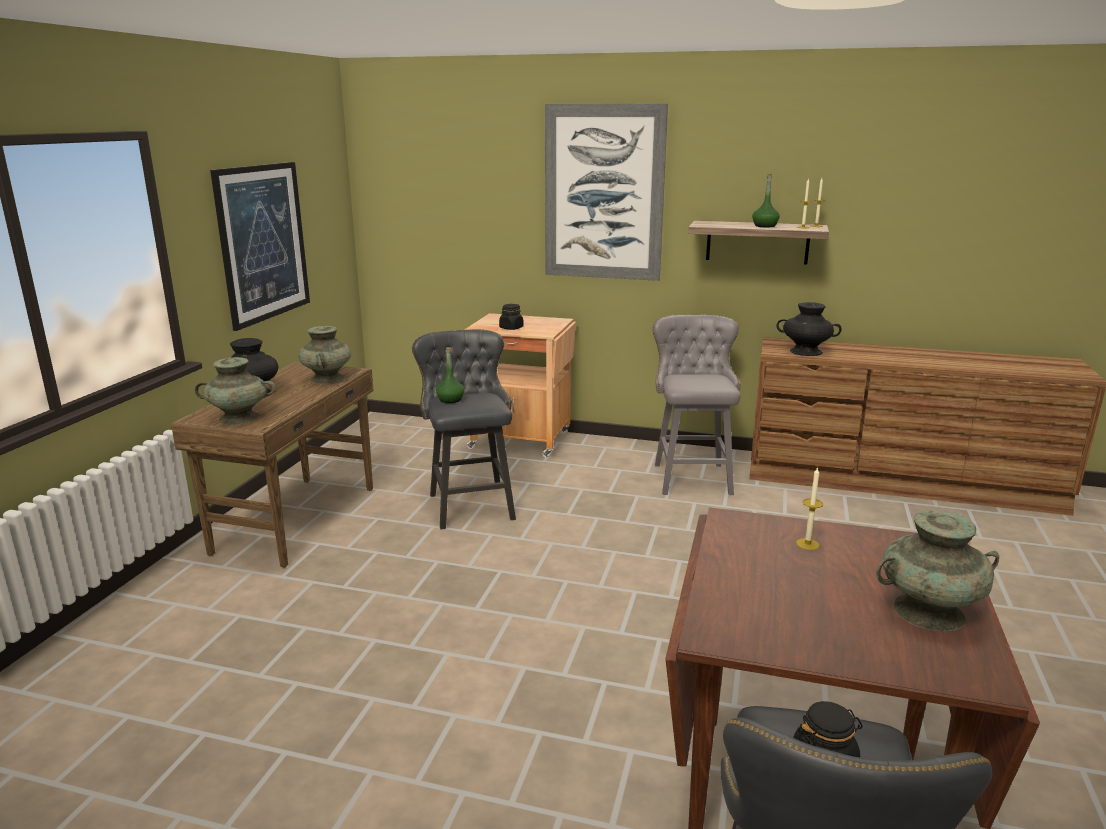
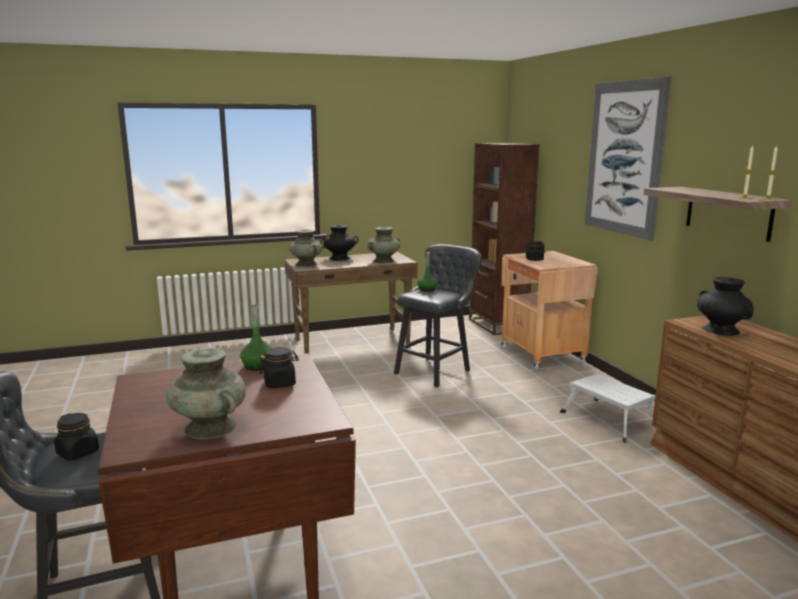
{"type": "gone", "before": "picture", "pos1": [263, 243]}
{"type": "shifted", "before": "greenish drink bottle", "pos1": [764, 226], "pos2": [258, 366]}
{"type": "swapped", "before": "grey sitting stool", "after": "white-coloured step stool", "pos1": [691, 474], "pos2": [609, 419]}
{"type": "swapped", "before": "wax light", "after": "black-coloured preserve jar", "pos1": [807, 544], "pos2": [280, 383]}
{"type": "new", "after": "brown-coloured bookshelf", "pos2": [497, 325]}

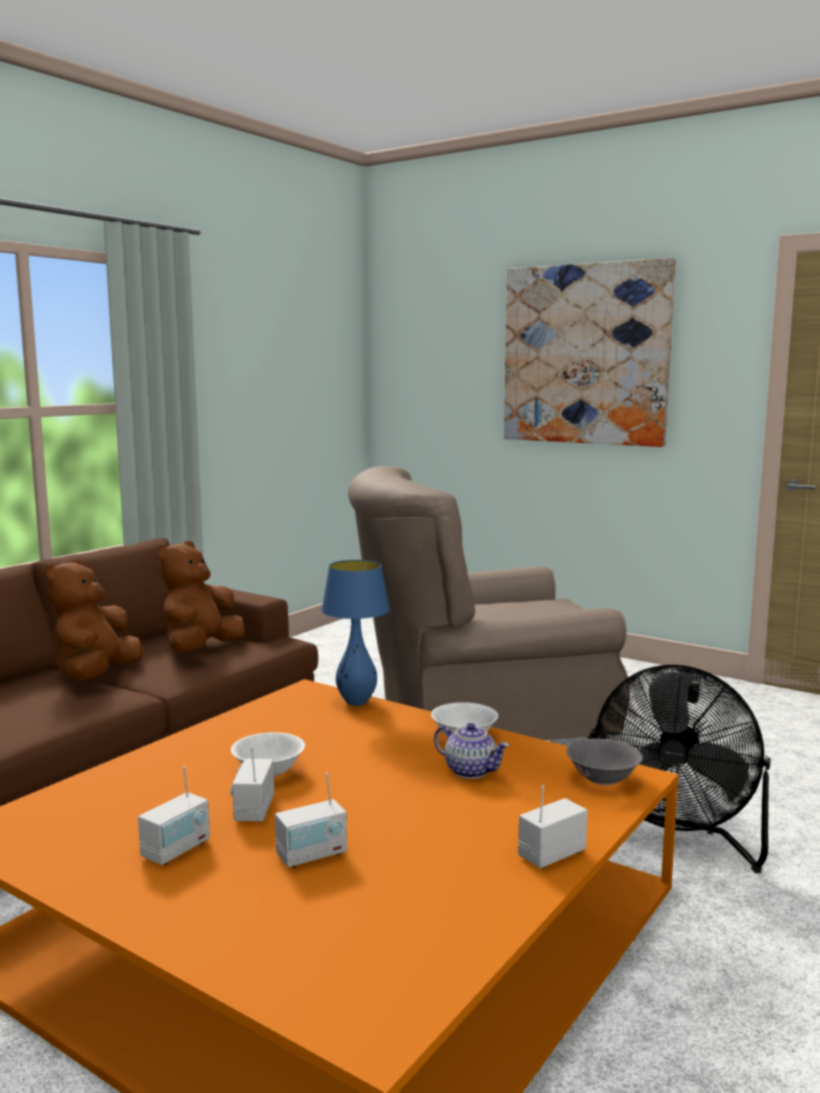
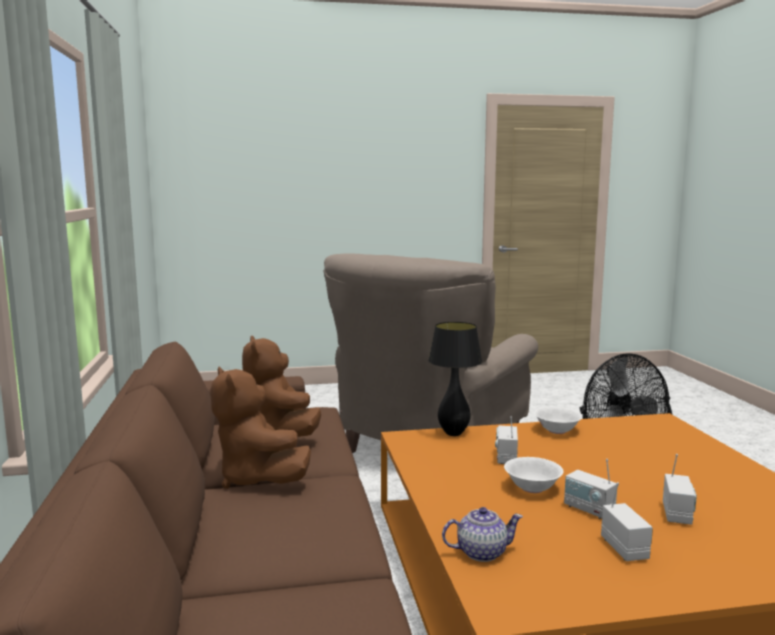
{"type": "gone", "before": "picture", "pos1": [585, 354]}
{"type": "repainted", "before": "blue-coloured table lamp", "after": "black-coloured table lamp", "pos1": [356, 702], "pos2": [453, 433]}
{"type": "shifted", "before": "pot for tea", "pos1": [470, 771], "pos2": [481, 552]}
{"type": "gone", "before": "grey bowl", "pos1": [603, 779]}
{"type": "shifted", "before": "radio set", "pos1": [551, 854], "pos2": [506, 458]}

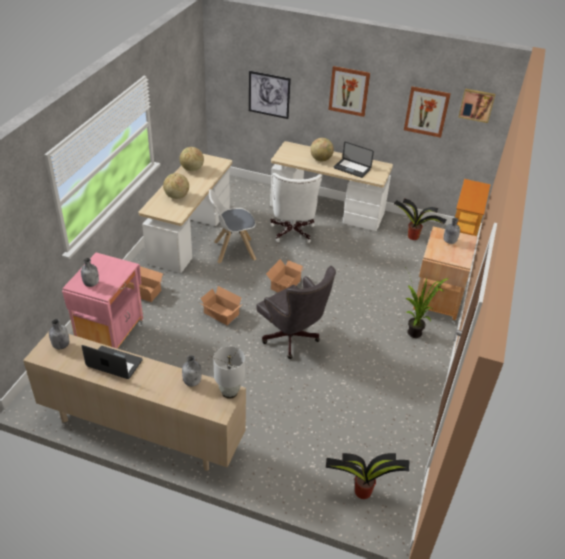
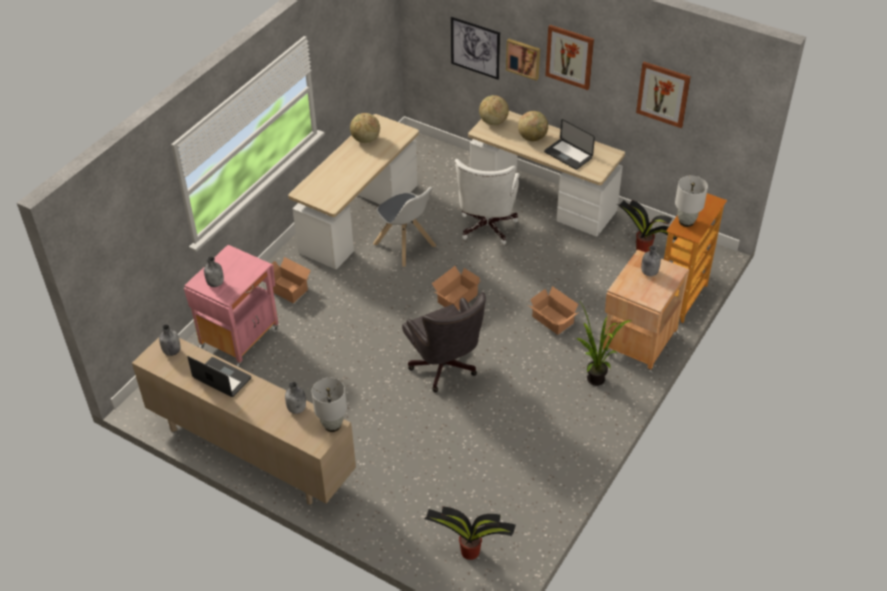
{"type": "shifted", "before": "picture", "pos1": [476, 105], "pos2": [523, 58]}
{"type": "shifted", "before": "globe", "pos1": [176, 196], "pos2": [493, 122]}
{"type": "rotated", "before": "plain chair", "pos1": [233, 251], "pos2": [405, 246], "turn": -135}
{"type": "shifted", "before": "carton", "pos1": [221, 315], "pos2": [552, 321]}
{"type": "new", "after": "white-coloured table lamp", "pos2": [686, 222]}

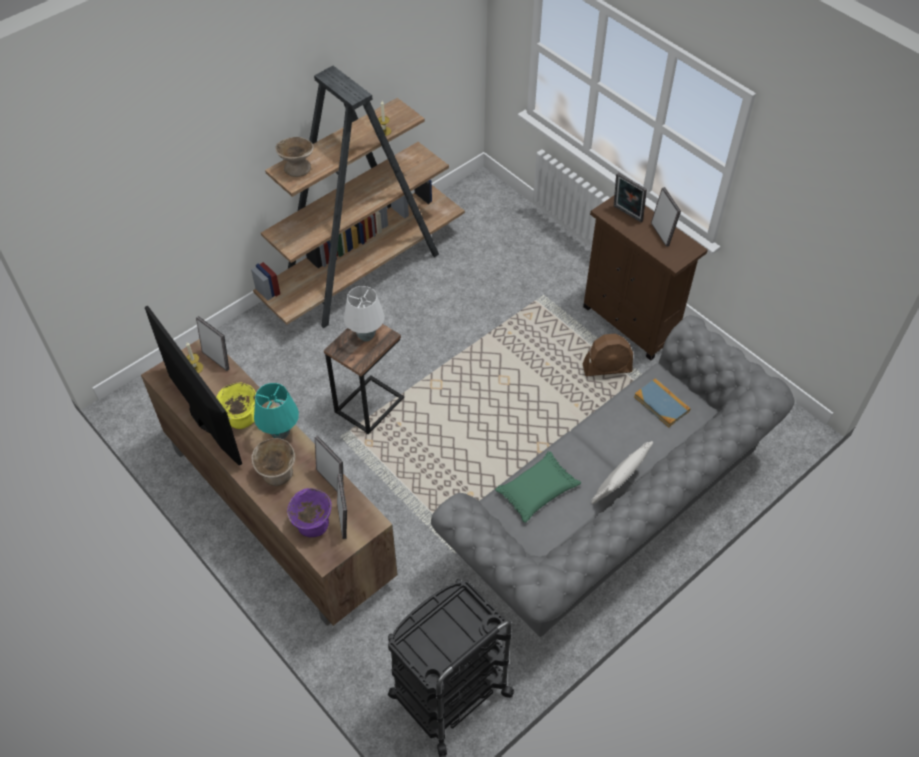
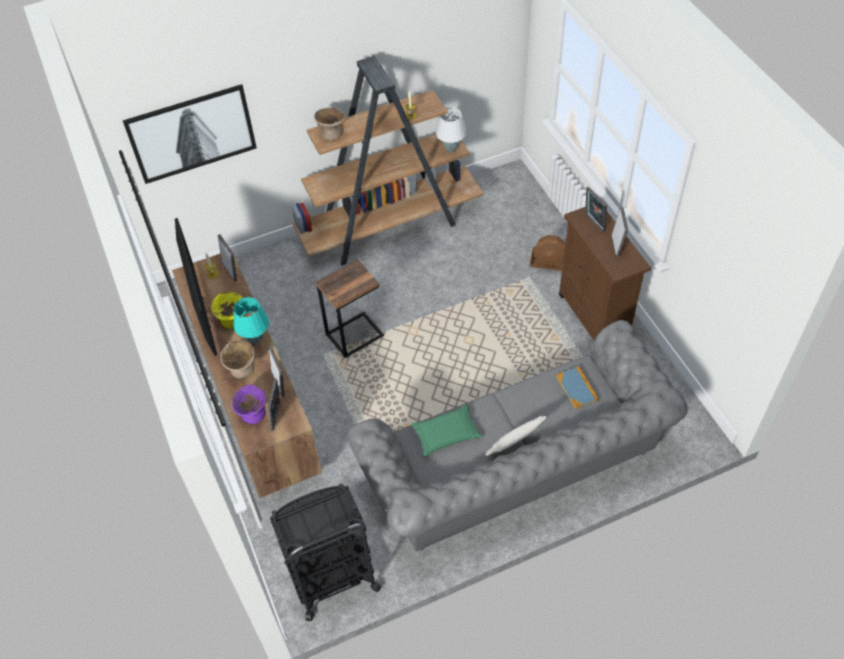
{"type": "shifted", "before": "white-coloured table lamp", "pos1": [366, 336], "pos2": [451, 149]}
{"type": "shifted", "before": "brown-coloured electric fan", "pos1": [607, 368], "pos2": [549, 264]}
{"type": "new", "after": "picture", "pos2": [192, 134]}

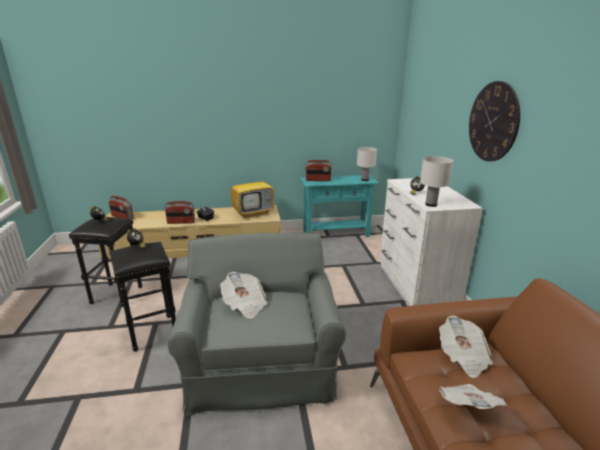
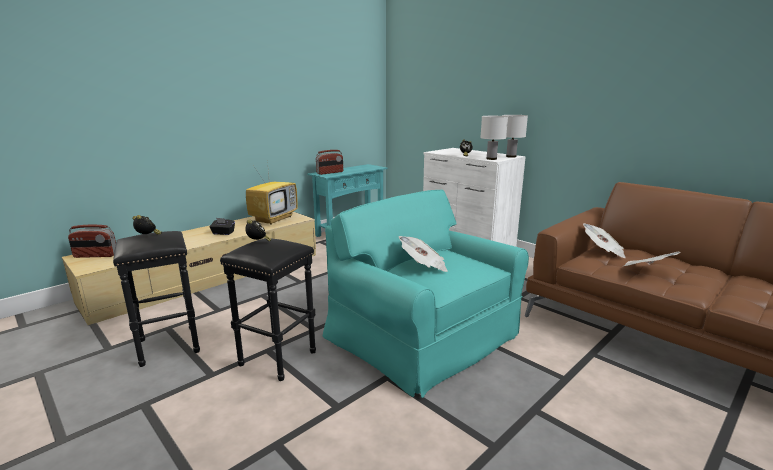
{"type": "gone", "before": "clock on the wall", "pos1": [493, 122]}
{"type": "shifted", "before": "white-coloured table lamp", "pos1": [365, 179], "pos2": [511, 156]}
{"type": "gone", "before": "radio set", "pos1": [181, 222]}
{"type": "repainted", "before": "grey easy chair", "after": "turquoise easy chair", "pos1": [261, 361], "pos2": [423, 335]}

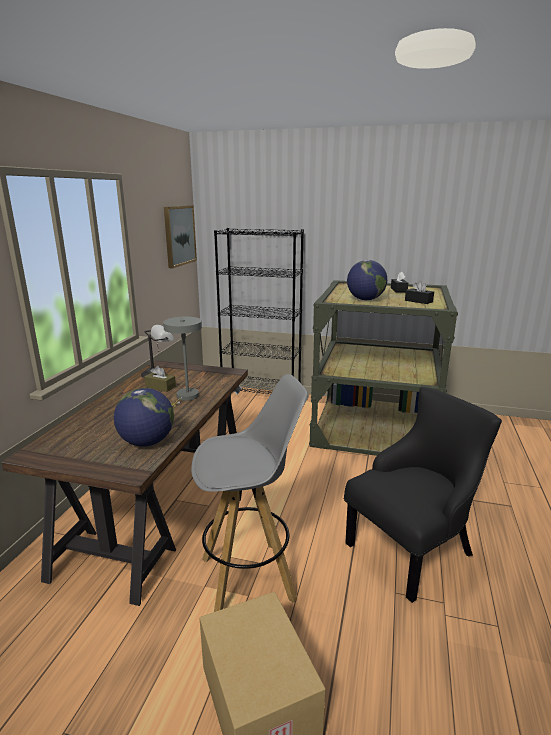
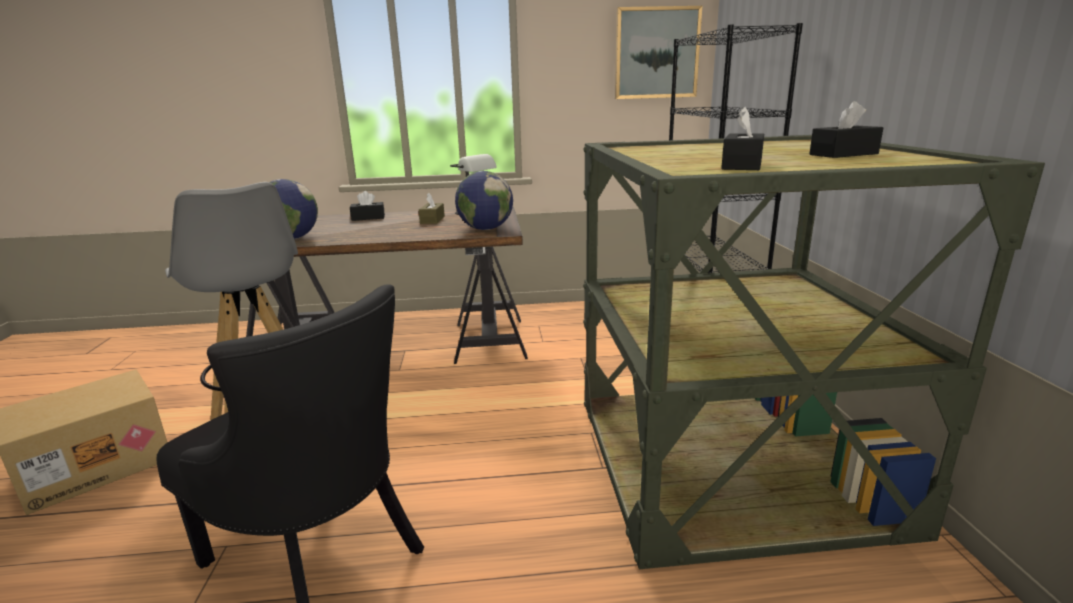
{"type": "shifted", "before": "globe", "pos1": [365, 299], "pos2": [485, 229]}
{"type": "gone", "before": "grey table lamp", "pos1": [185, 398]}
{"type": "new", "after": "black-coloured tissue box", "pos2": [368, 218]}

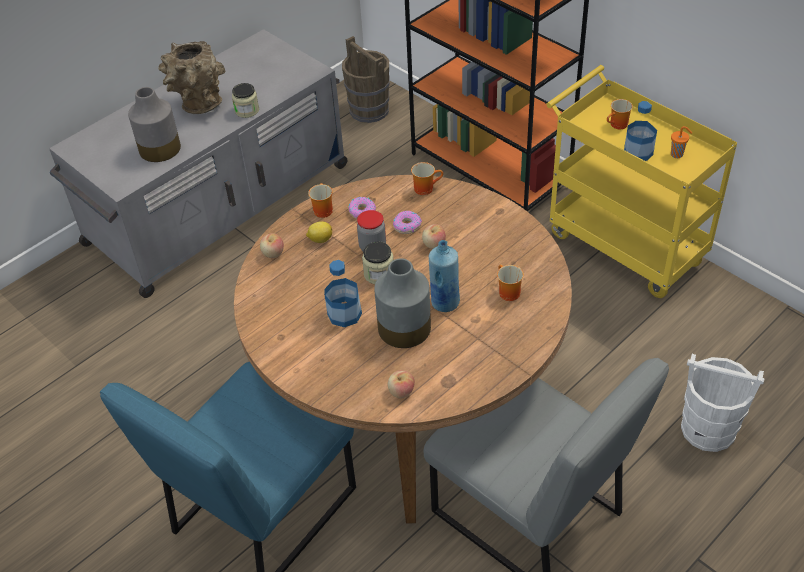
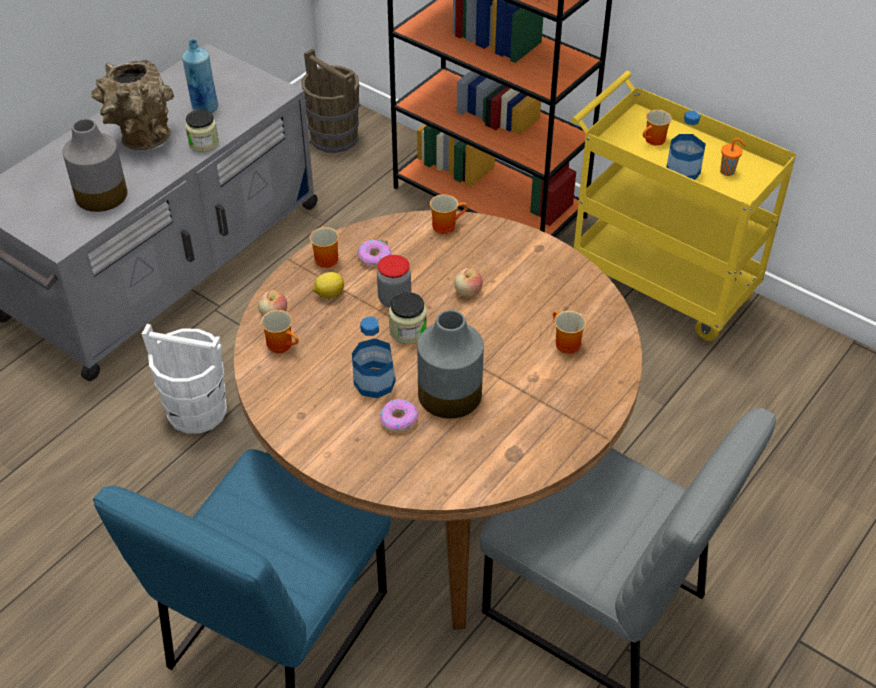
{"type": "shifted", "before": "donut", "pos1": [407, 225], "pos2": [398, 419]}
{"type": "shifted", "before": "blue-coloured drink bottle", "pos1": [444, 303], "pos2": [204, 108]}
{"type": "shifted", "before": "white-coloured bucket", "pos1": [707, 429], "pos2": [196, 410]}
{"type": "gone", "before": "apple fruit", "pos1": [401, 392]}
{"type": "new", "after": "coffee mug", "pos2": [283, 344]}

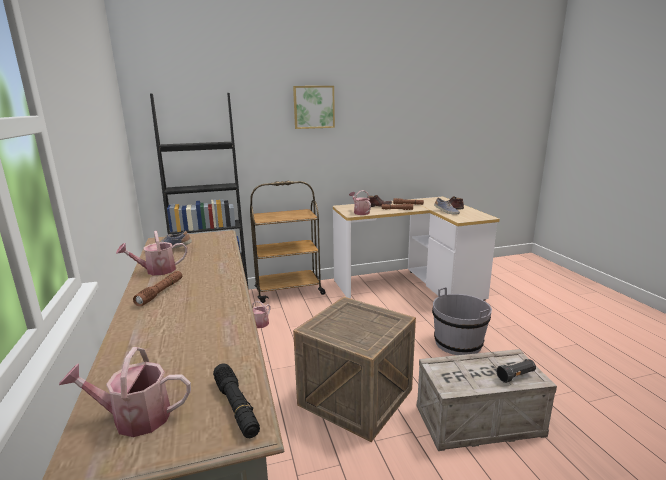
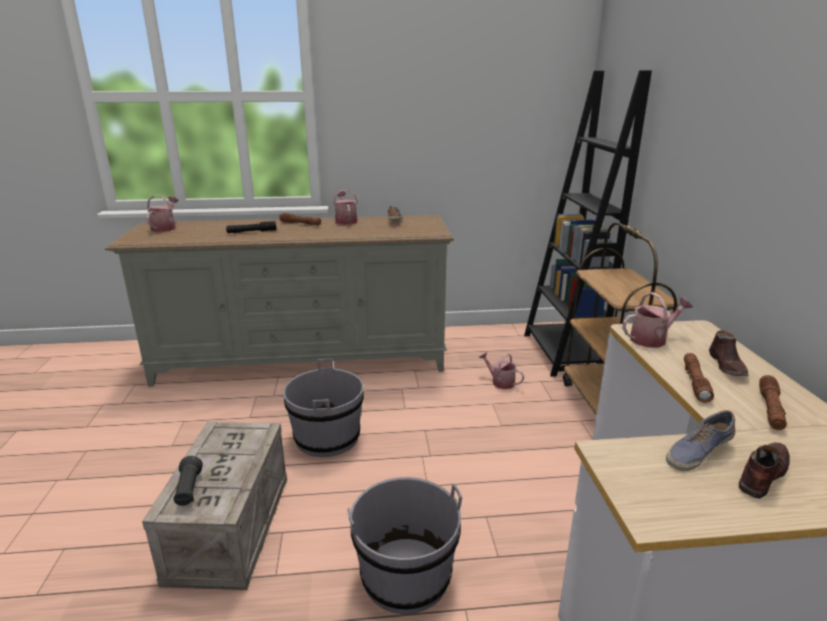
{"type": "gone", "before": "picture", "pos1": [313, 107]}
{"type": "swapped", "before": "shipping crate", "after": "grey bucket", "pos1": [355, 397], "pos2": [327, 437]}
{"type": "shifted", "before": "black-coloured hand torch", "pos1": [236, 406], "pos2": [251, 232]}

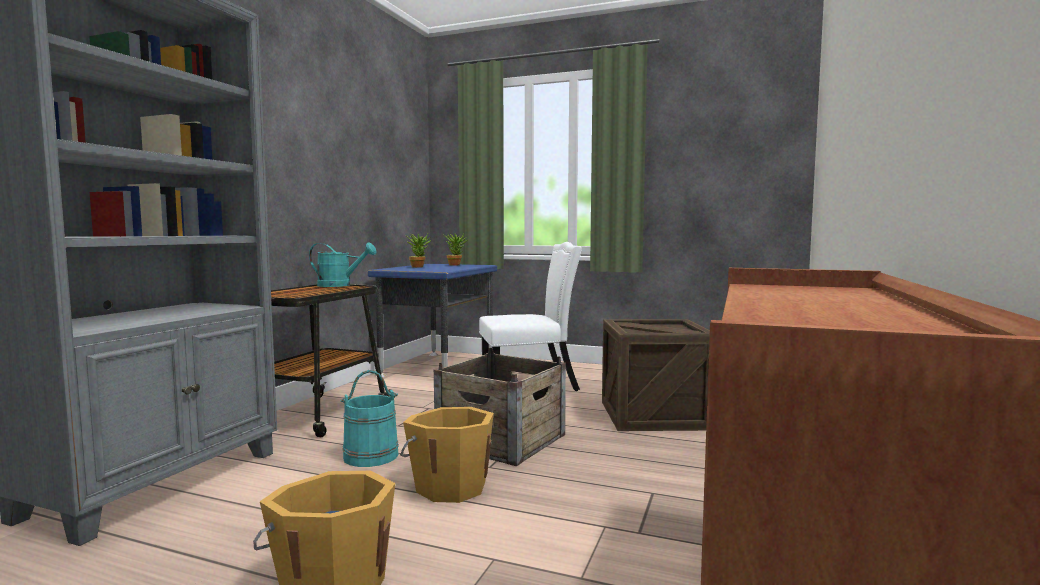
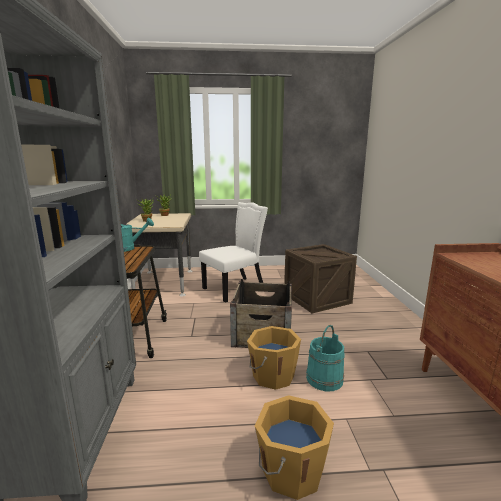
{"type": "repainted", "before": "blue-coloured desk unit", "after": "sand-coloured desk unit", "pos1": [438, 367], "pos2": [164, 282]}
{"type": "shifted", "before": "turquoise bucket", "pos1": [371, 456], "pos2": [324, 379]}

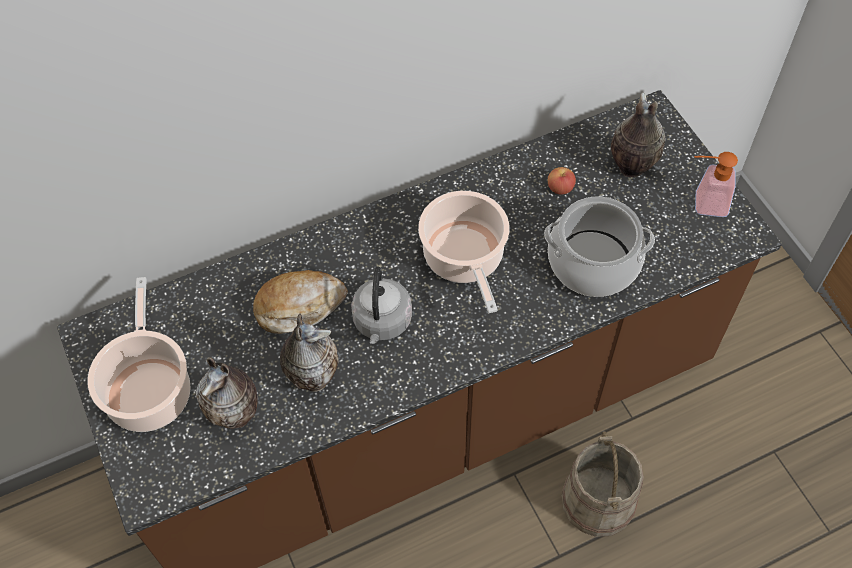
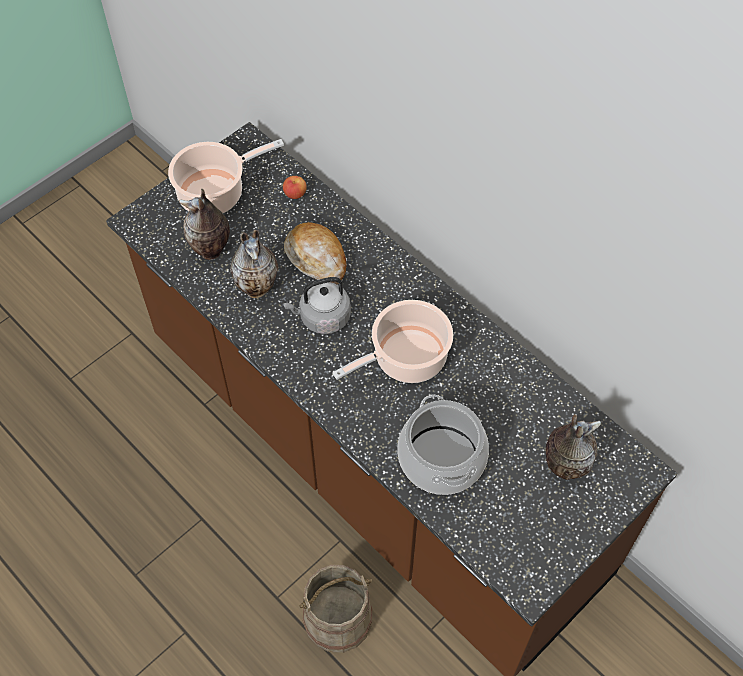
{"type": "gone", "before": "soap dispenser", "pos1": [703, 203]}
{"type": "shifted", "before": "apple fruit", "pos1": [560, 188], "pos2": [295, 194]}

